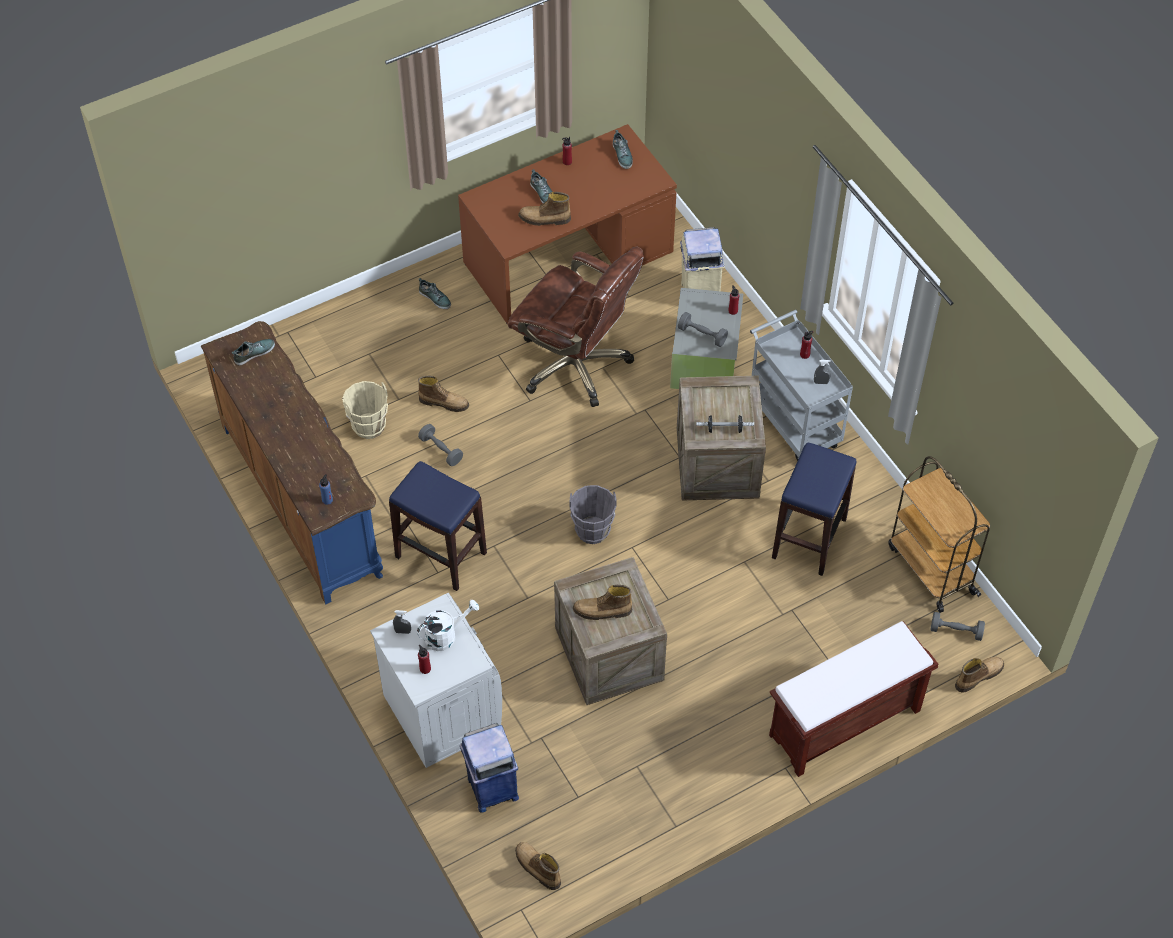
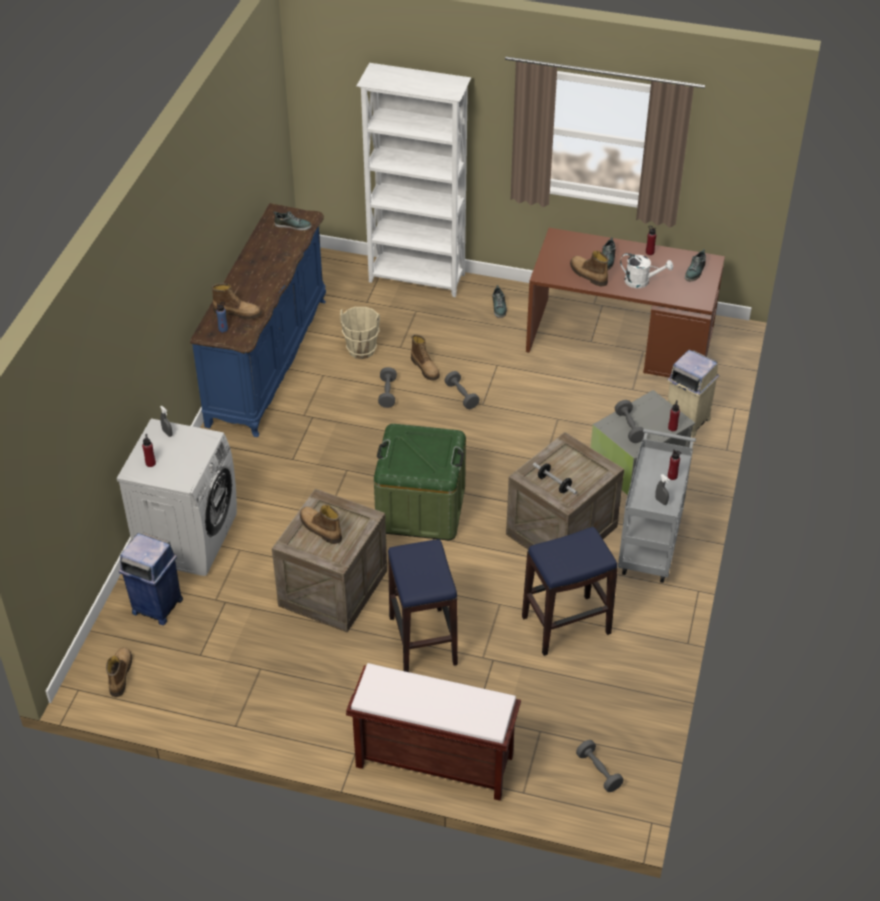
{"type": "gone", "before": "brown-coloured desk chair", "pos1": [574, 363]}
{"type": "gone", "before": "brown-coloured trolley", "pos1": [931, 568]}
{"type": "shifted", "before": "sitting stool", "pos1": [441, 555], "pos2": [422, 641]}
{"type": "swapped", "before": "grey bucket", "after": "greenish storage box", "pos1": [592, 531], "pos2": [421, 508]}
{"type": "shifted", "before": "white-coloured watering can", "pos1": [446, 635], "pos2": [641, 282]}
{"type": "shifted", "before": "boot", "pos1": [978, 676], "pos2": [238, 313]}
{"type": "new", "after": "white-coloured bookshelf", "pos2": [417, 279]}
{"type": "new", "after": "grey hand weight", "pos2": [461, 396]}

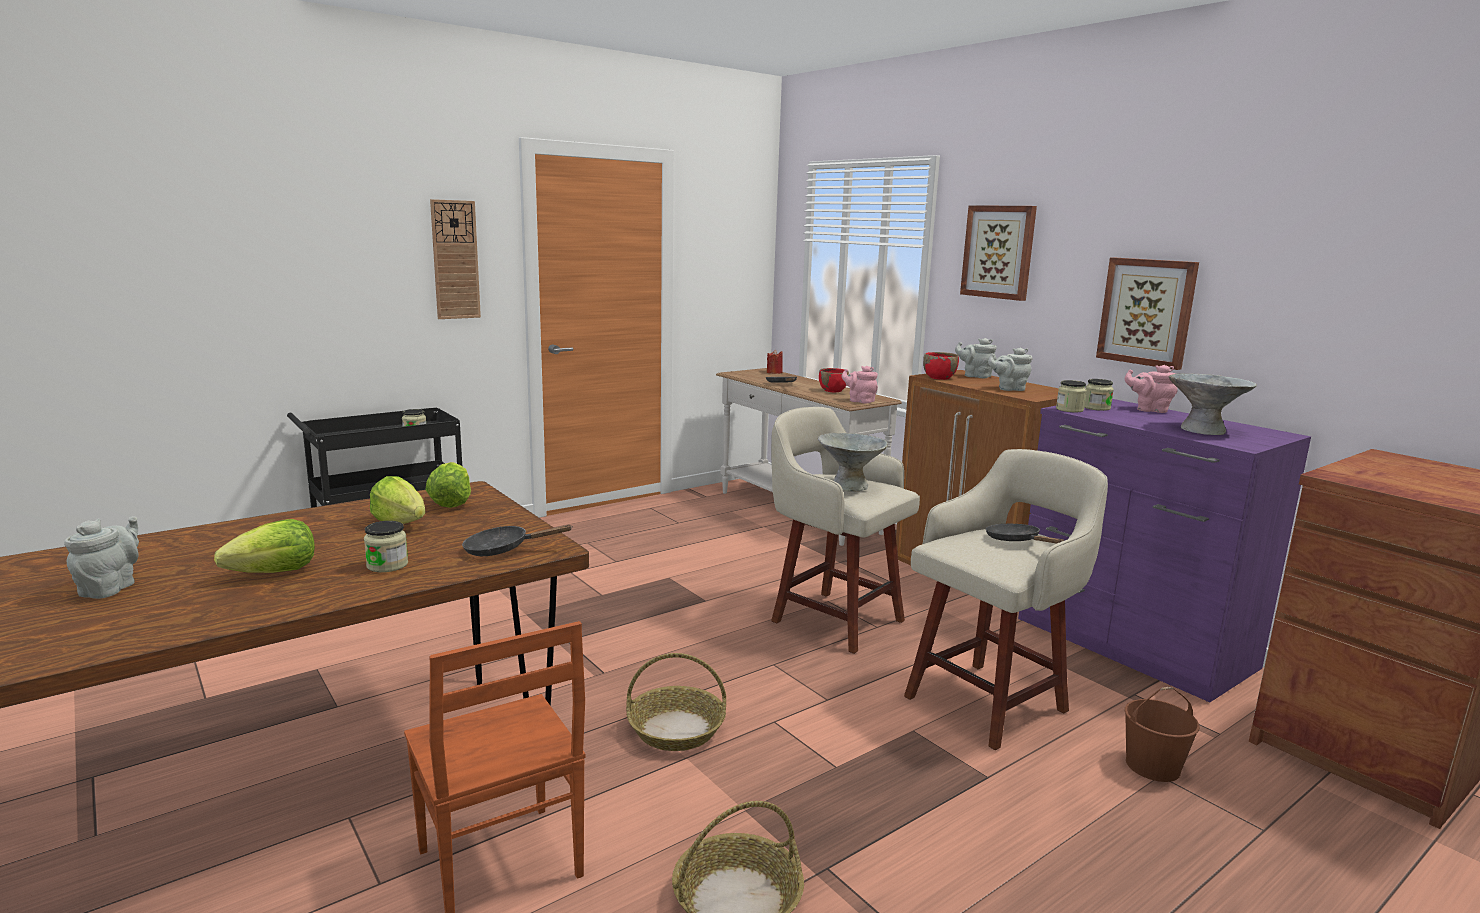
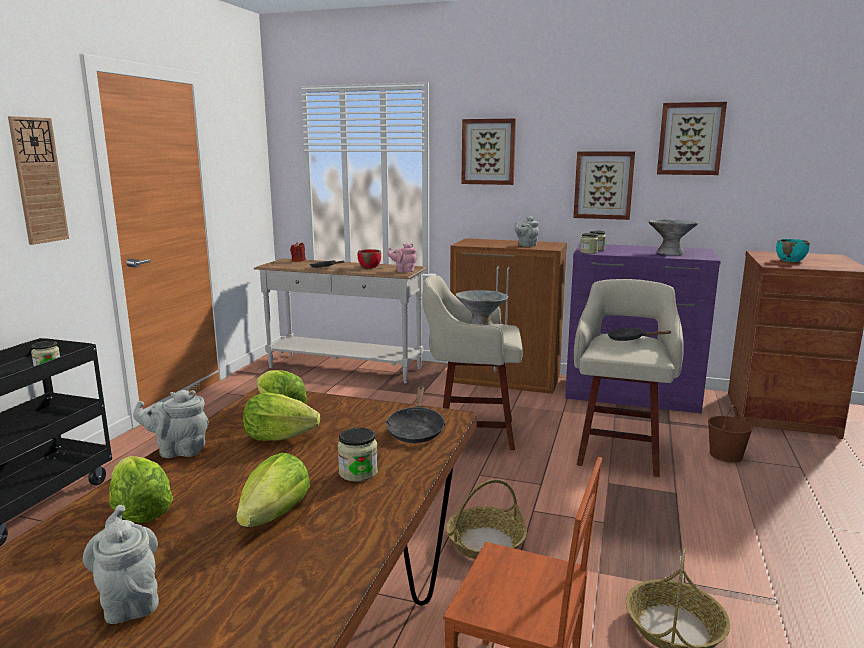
{"type": "shifted", "before": "grey pot for tea", "pos1": [975, 376], "pos2": [178, 450]}
{"type": "gone", "before": "reddish bowl", "pos1": [939, 377]}
{"type": "gone", "before": "pinkish pot for tea", "pos1": [1149, 409]}
{"type": "rotated", "before": "black-coloured pan", "pos1": [503, 549], "pos2": [415, 430], "turn": -45}
{"type": "new", "after": "picture", "pos2": [690, 139]}
{"type": "new", "after": "turquoise bowl", "pos2": [790, 260]}
{"type": "new", "after": "lettuce", "pos2": [140, 512]}

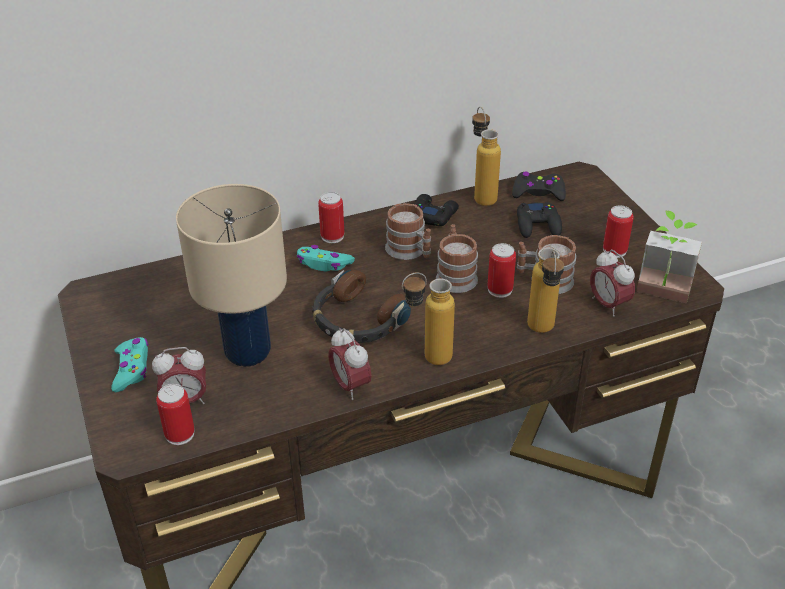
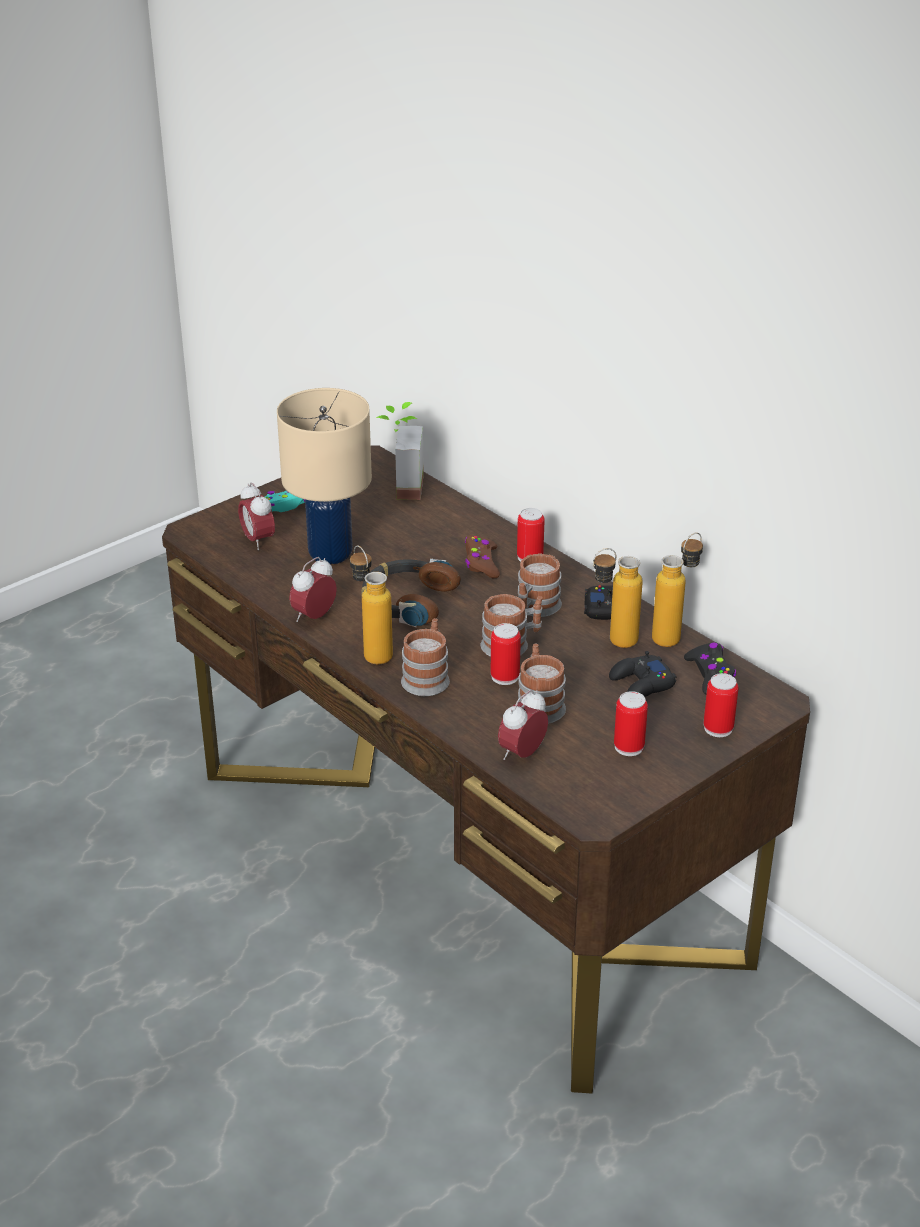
{"type": "shifted", "before": "plant in a pot", "pos1": [661, 296], "pos2": [399, 487]}
{"type": "repainted", "before": "turquoise joypad", "after": "brown-coloured joypad", "pos1": [324, 264], "pos2": [481, 563]}
{"type": "shifted", "before": "drink bottle", "pos1": [542, 332], "pos2": [612, 643]}
{"type": "shifted", "before": "metal can", "pos1": [180, 434], "pos2": [718, 728]}
{"type": "new", "after": "coffee mug", "pos2": [427, 677]}

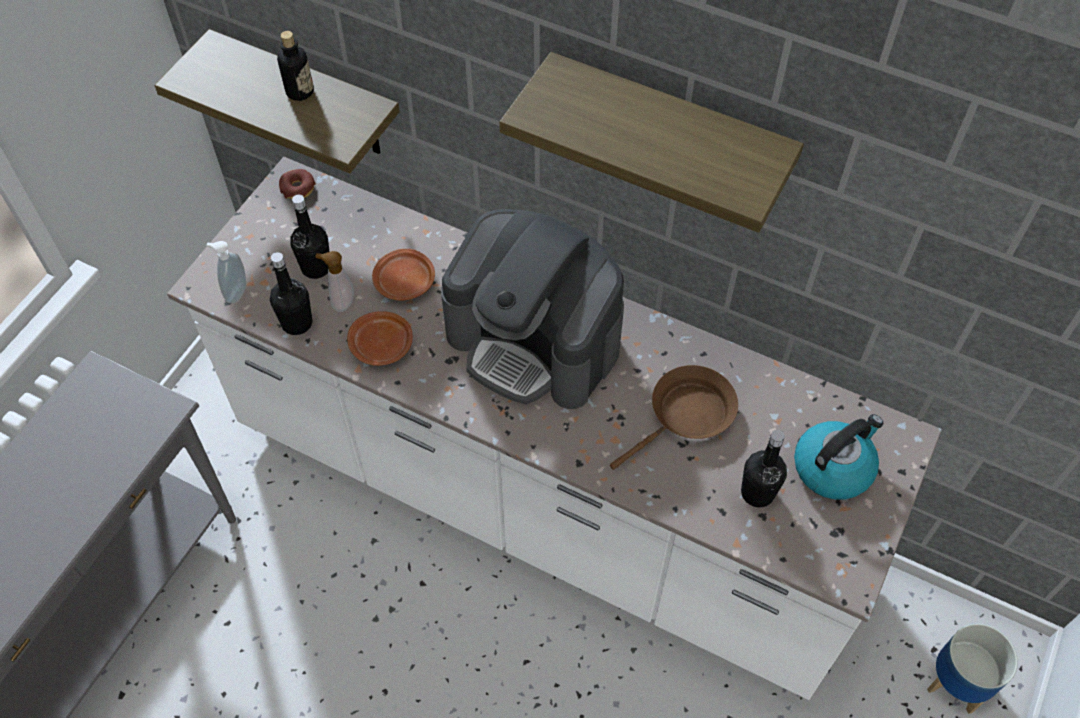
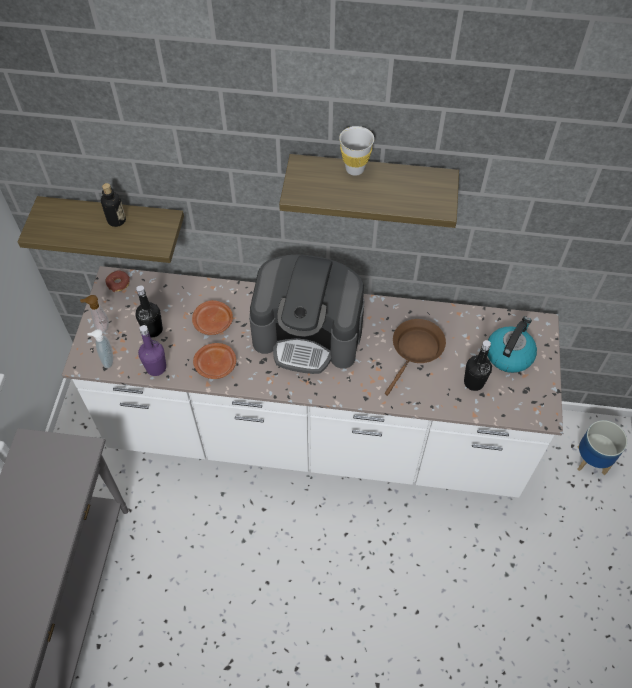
{"type": "shifted", "before": "soap dispenser", "pos1": [341, 302], "pos2": [101, 327]}
{"type": "repainted", "before": "black-coloured drink bottle", "after": "purple drink bottle", "pos1": [297, 323], "pos2": [156, 368]}
{"type": "new", "after": "white-coloured drinking cup", "pos2": [355, 169]}

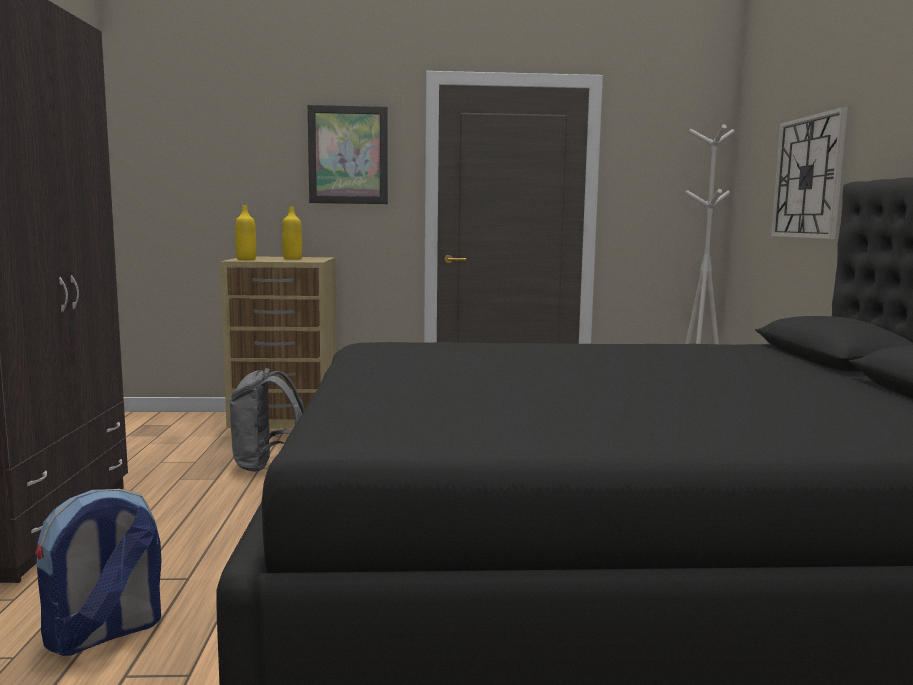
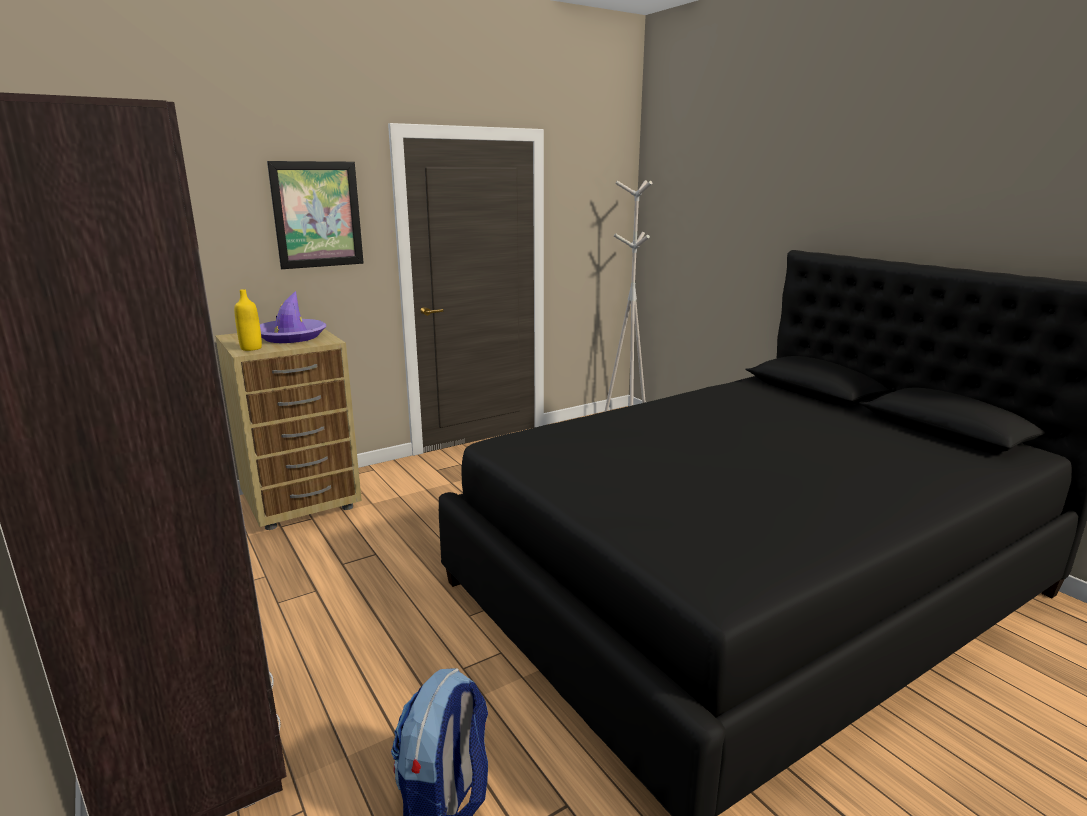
{"type": "gone", "before": "clock on the wall", "pos1": [808, 177]}
{"type": "swapped", "before": "yellow-coloured drink bottle", "after": "purple clothing hat", "pos1": [292, 259], "pos2": [291, 337]}
{"type": "gone", "before": "grey backpack", "pos1": [266, 465]}

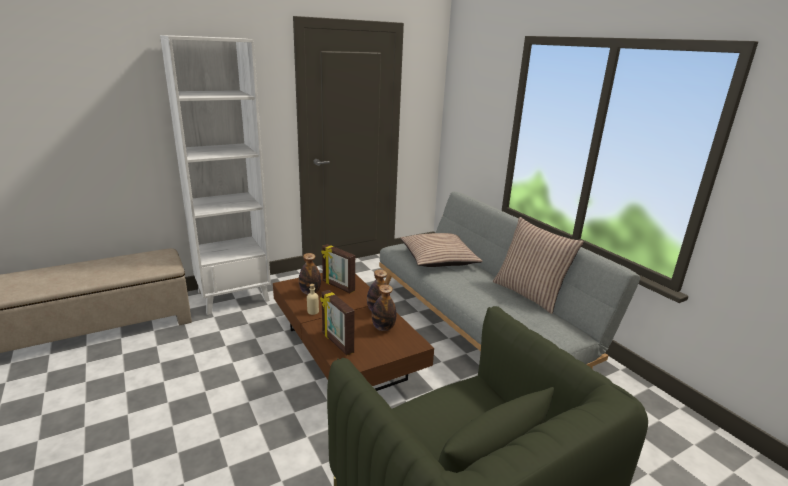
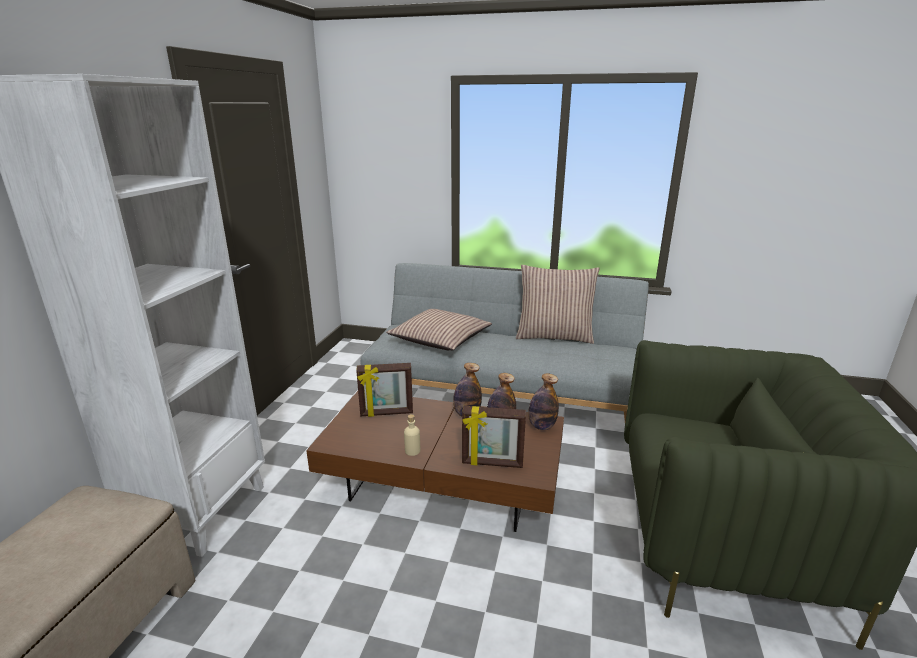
{"type": "shifted", "before": "drink bottle", "pos1": [310, 292], "pos2": [541, 426]}

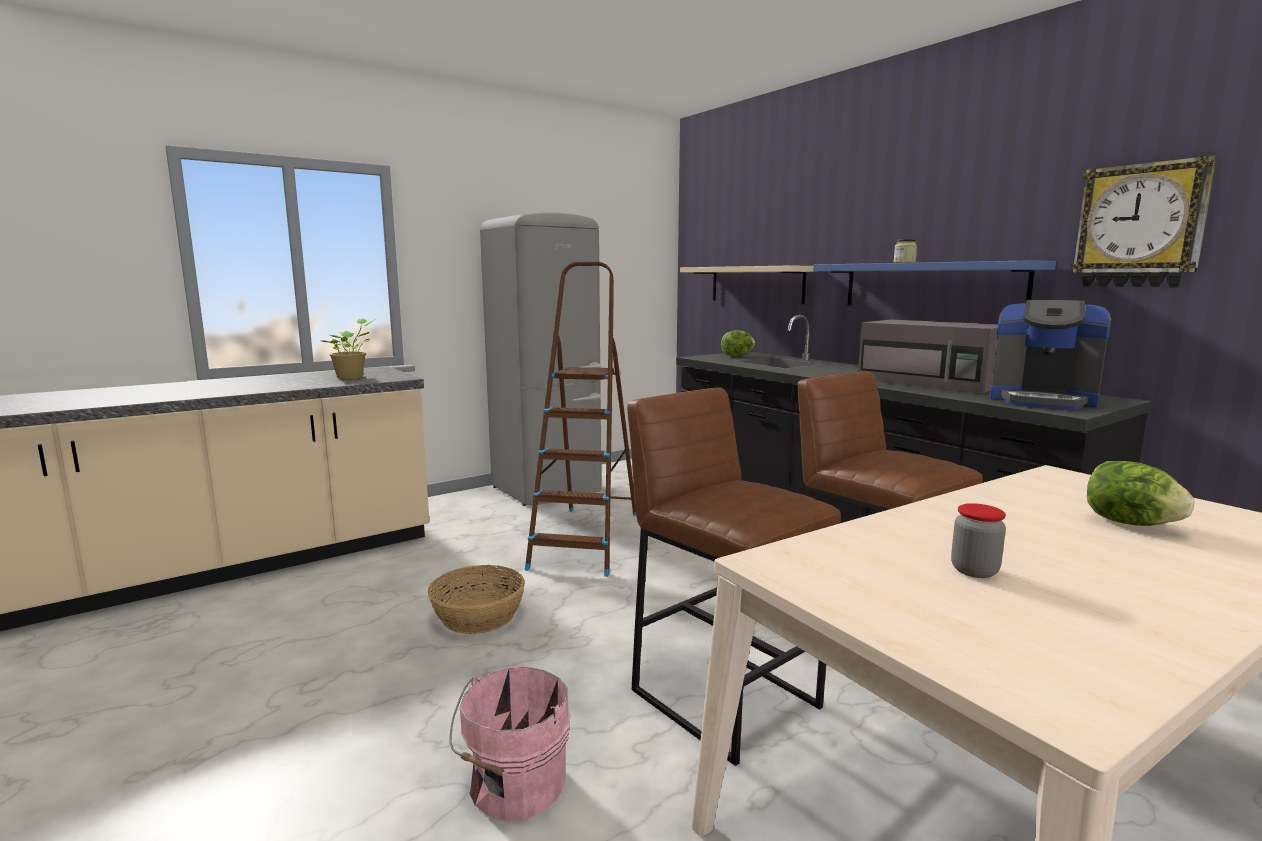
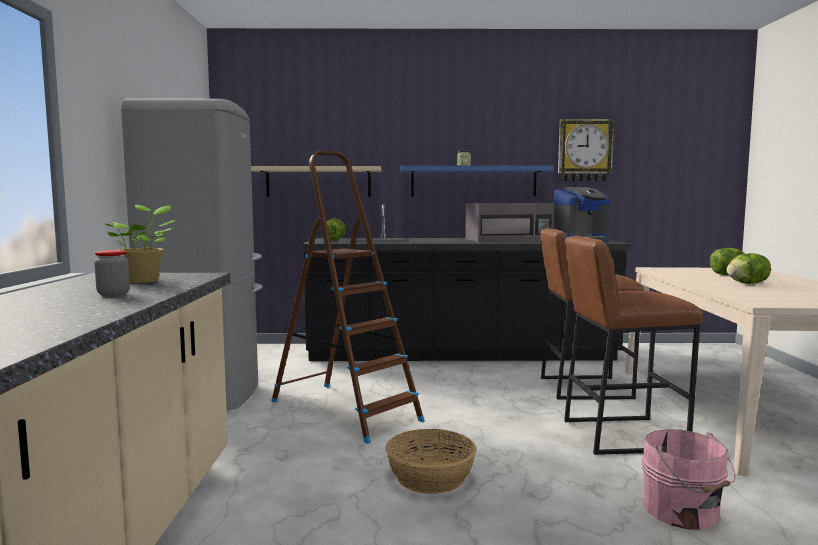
{"type": "shifted", "before": "preserve jar", "pos1": [974, 571], "pos2": [113, 294]}
{"type": "new", "after": "lettuce", "pos2": [747, 283]}

